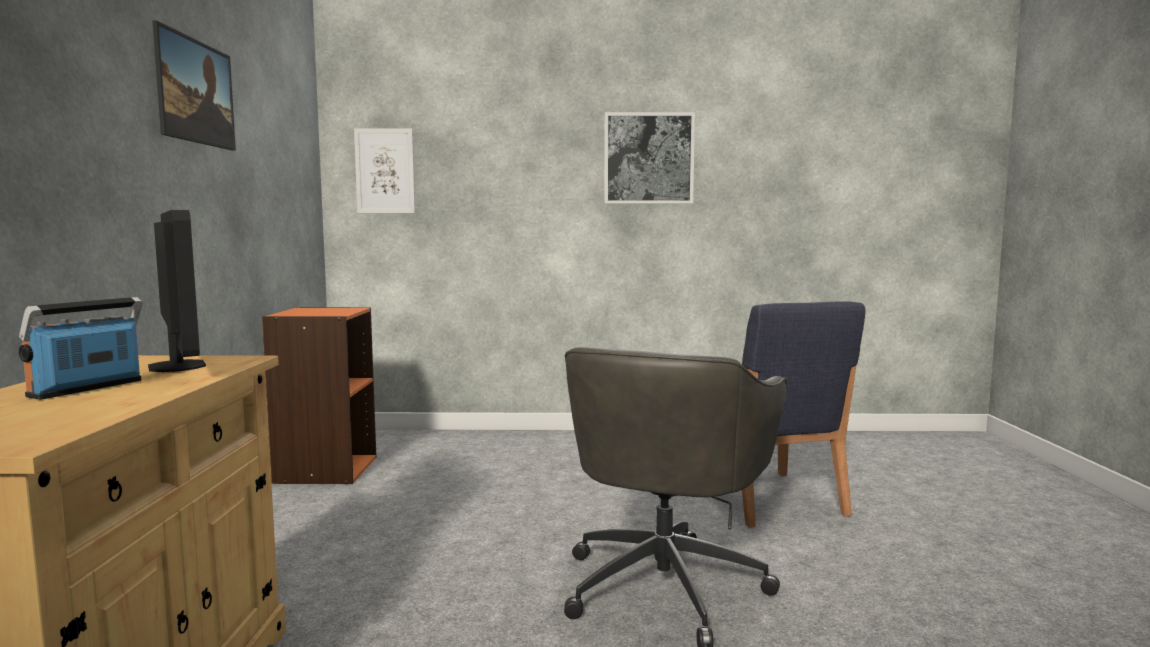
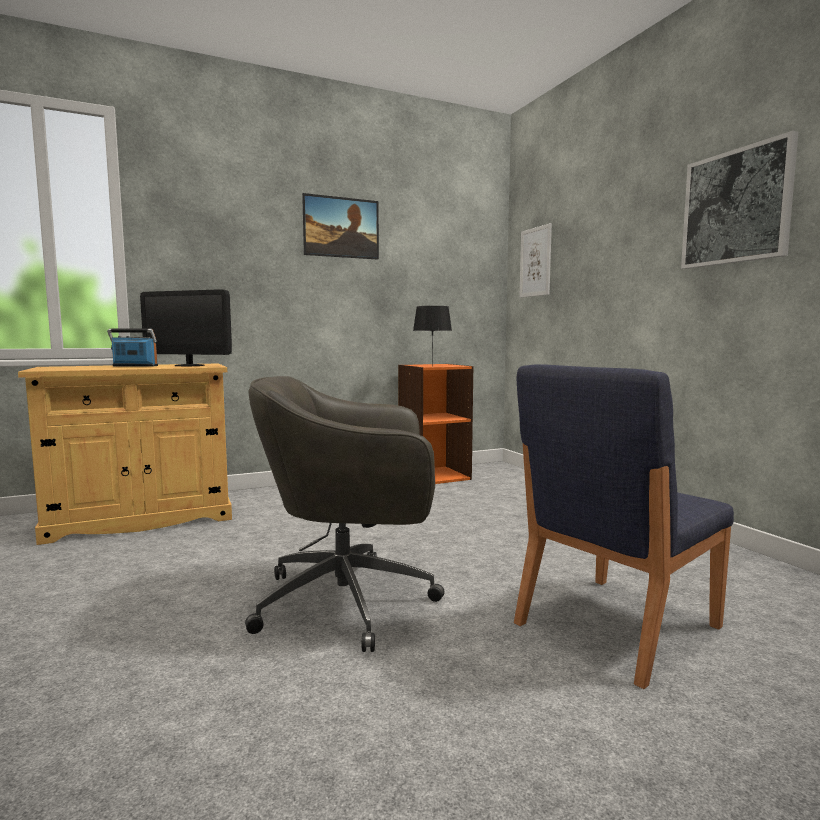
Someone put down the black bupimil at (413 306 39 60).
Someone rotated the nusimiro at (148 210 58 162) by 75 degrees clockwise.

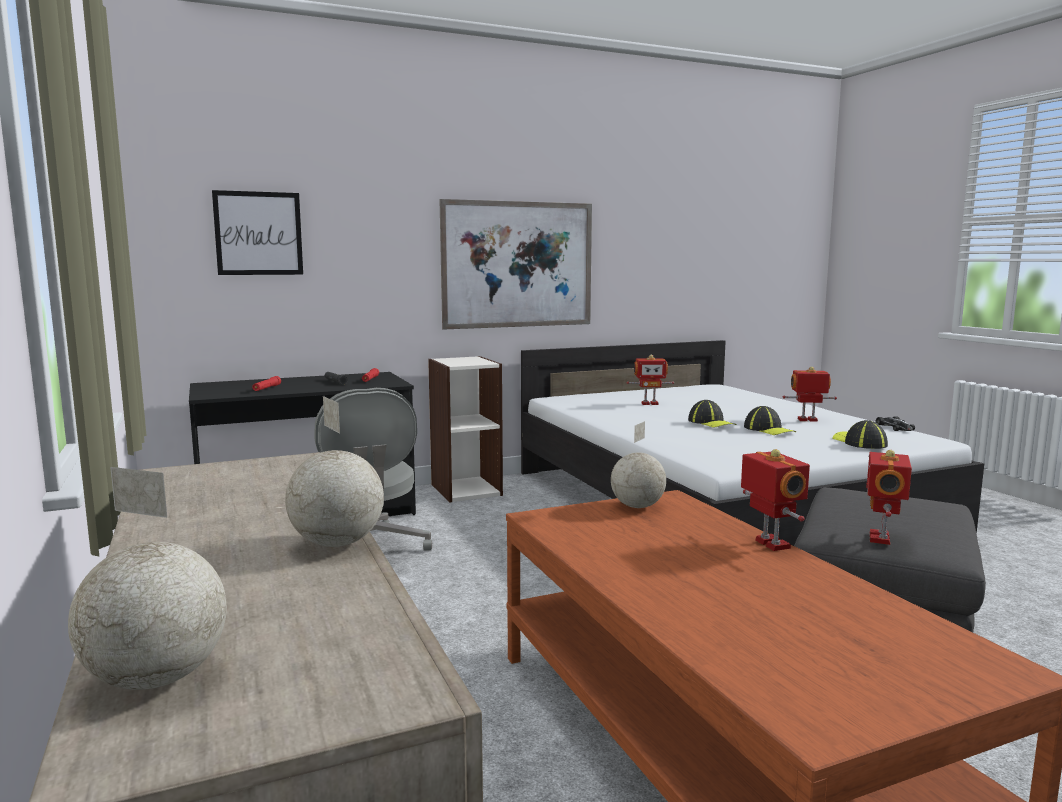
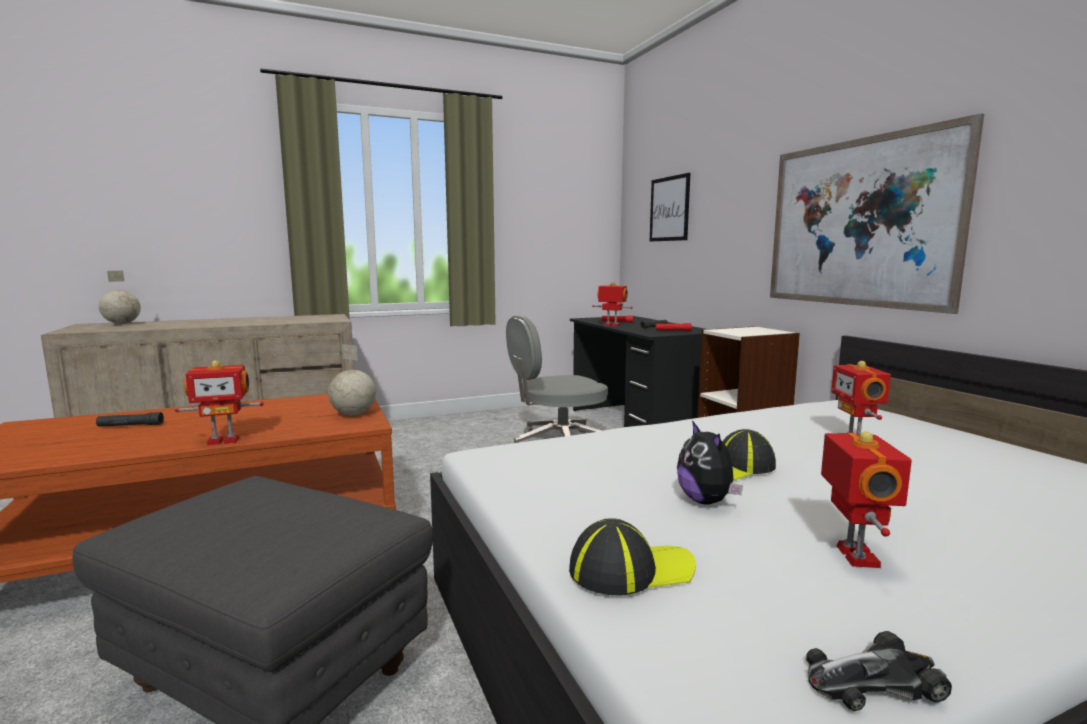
Someone took away the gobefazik at (285 396 99 151).
Someone put down the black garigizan at (96 412 68 14).
Someone carried the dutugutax from (866 450 46 95) to (592 281 41 45).
Someone swapped the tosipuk at (744 406 52 29) for the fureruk at (677 421 66 84).

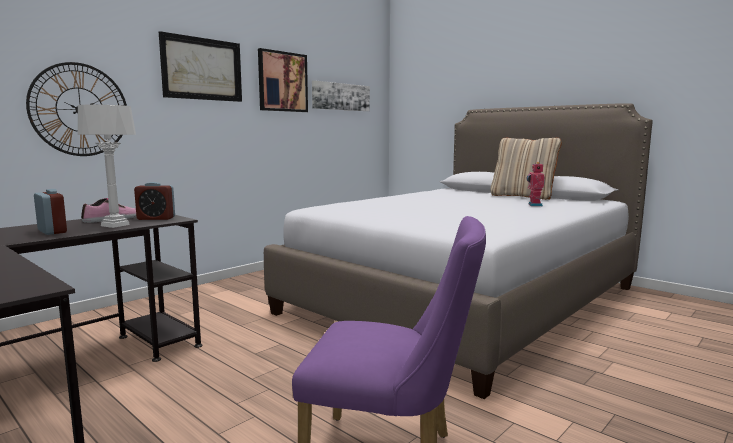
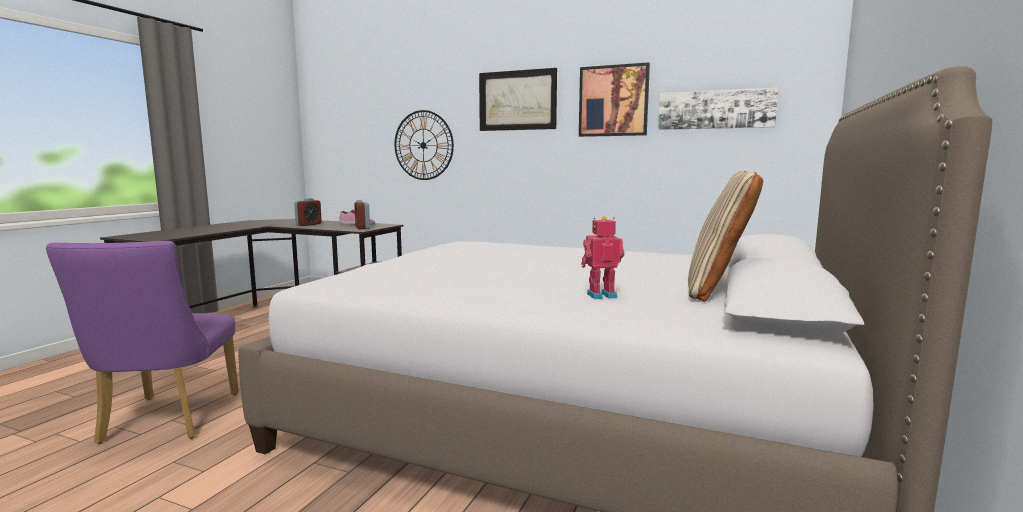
Someone took away the grey bupimil at (78 105 58 123).

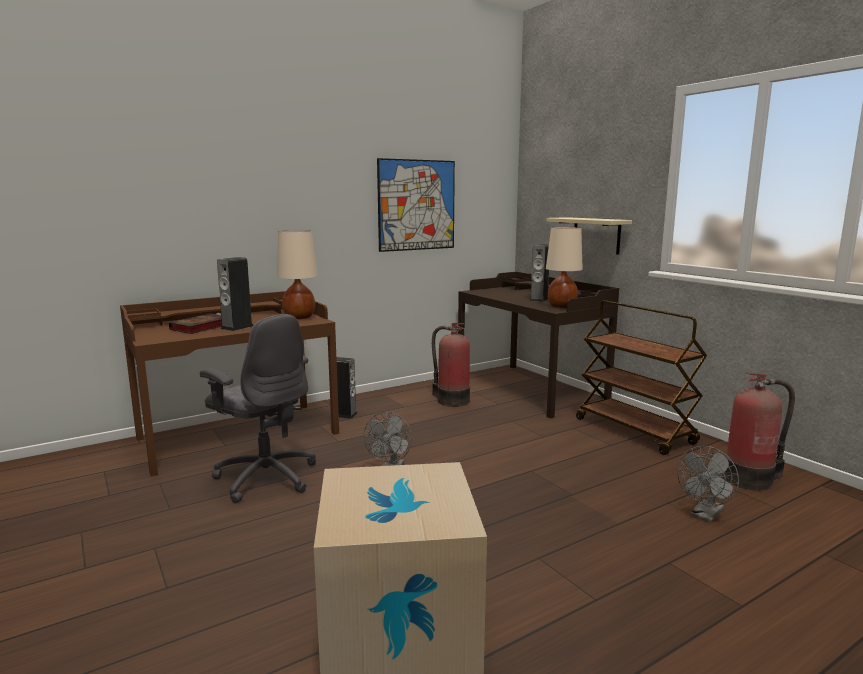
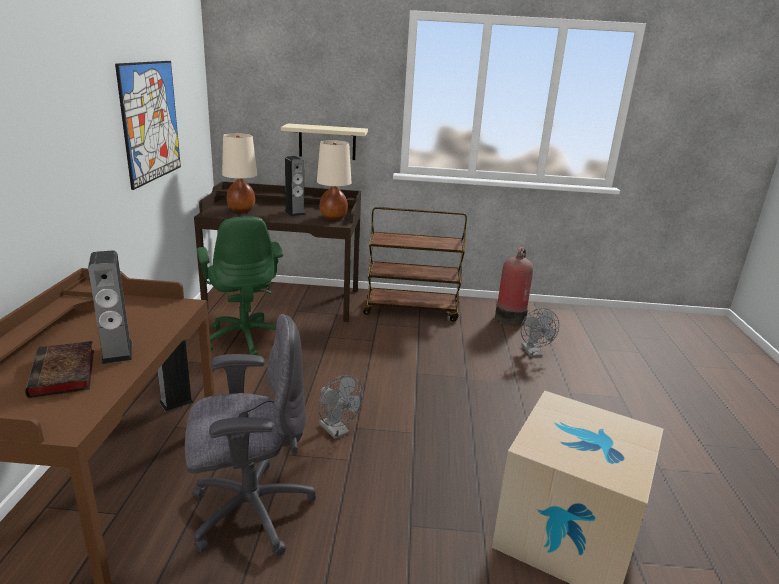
Someone carried the beige bupimil from (277 230 40 89) to (222 133 35 79).
Someone swapped the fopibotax at (432 323 38 84) for the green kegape at (197 216 86 139).

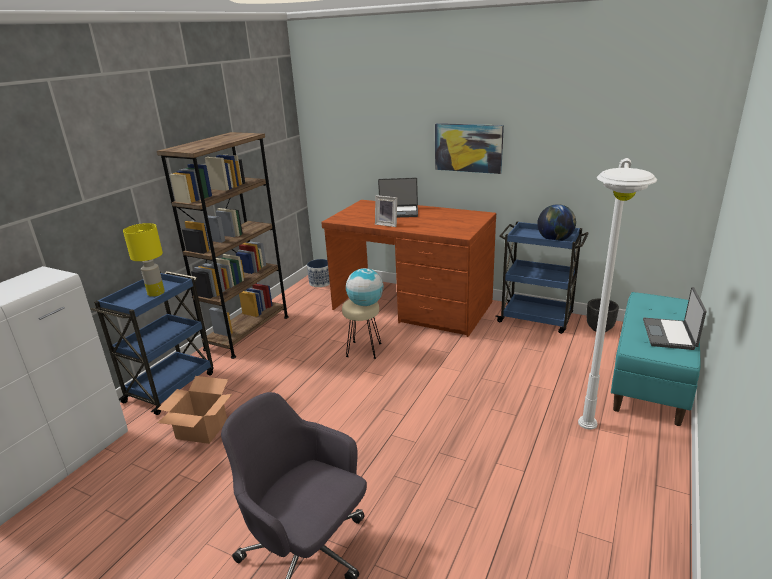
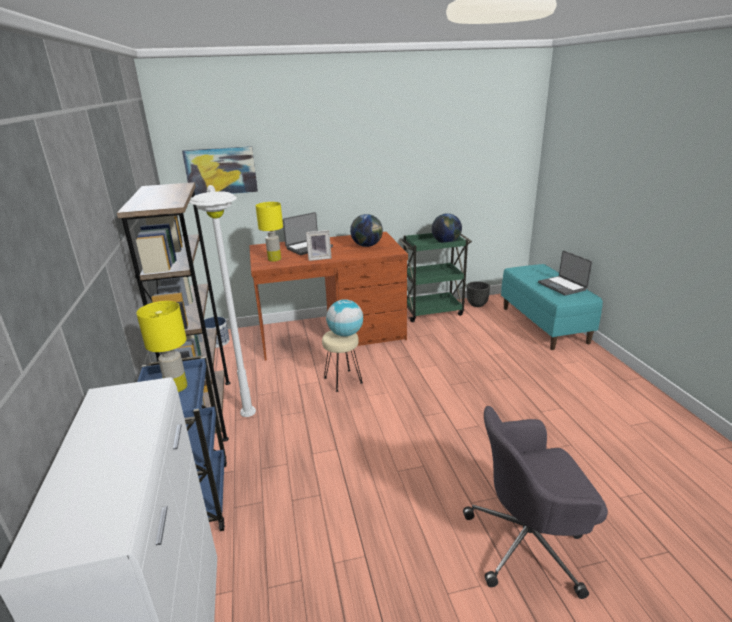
Someone took away the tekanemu at (157 376 75 68).
Someone put down the yellow bupimil at (256 202 27 60).
Someone put down the gobefazik at (350 214 33 33).
Someone carried the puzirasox from (435 123 69 51) to (182 146 76 49).
Someone carried the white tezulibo from (578 158 79 272) to (189 185 67 232).
Someone repainted the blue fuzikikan at (495 221 94 113), which became the green fuzikikan at (399 233 73 89).

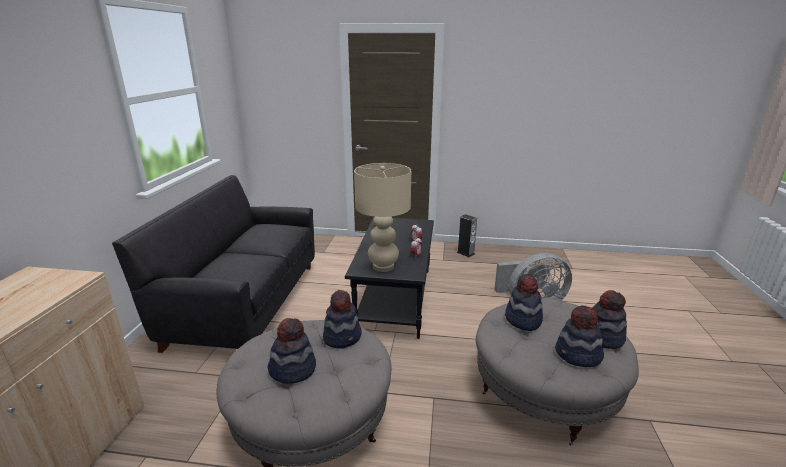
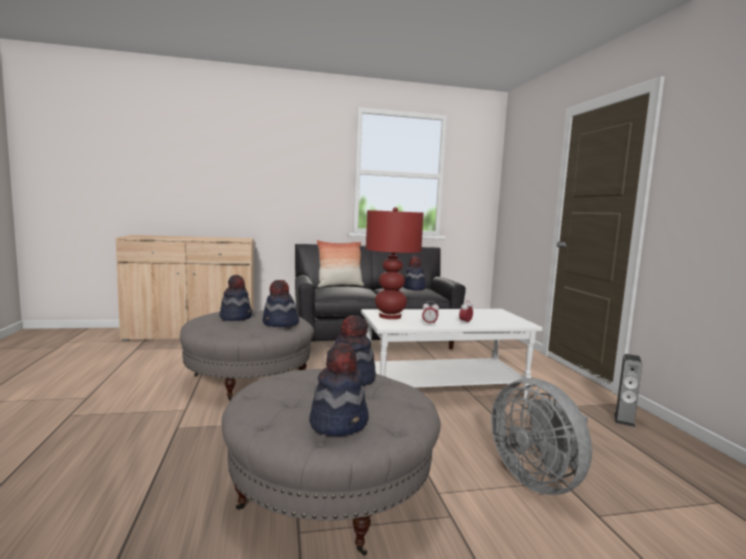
Someone put down the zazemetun at (317 240 47 47).
Someone carried the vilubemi from (555 305 49 62) to (403 256 23 34).
Someone repainted the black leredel at (345 217 89 122), which became the white leredel at (361 309 182 90).
Someone repainted the beige bupimil at (354 163 57 109), which became the red bupimil at (366 207 58 112).

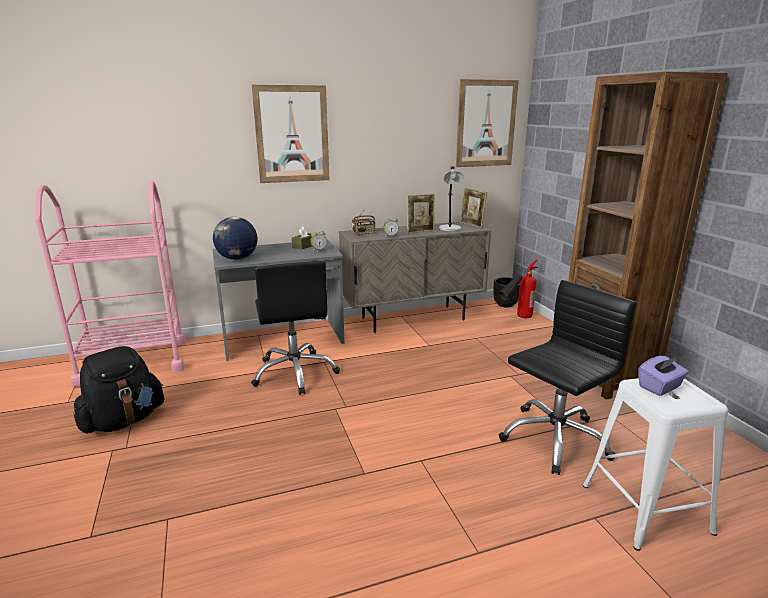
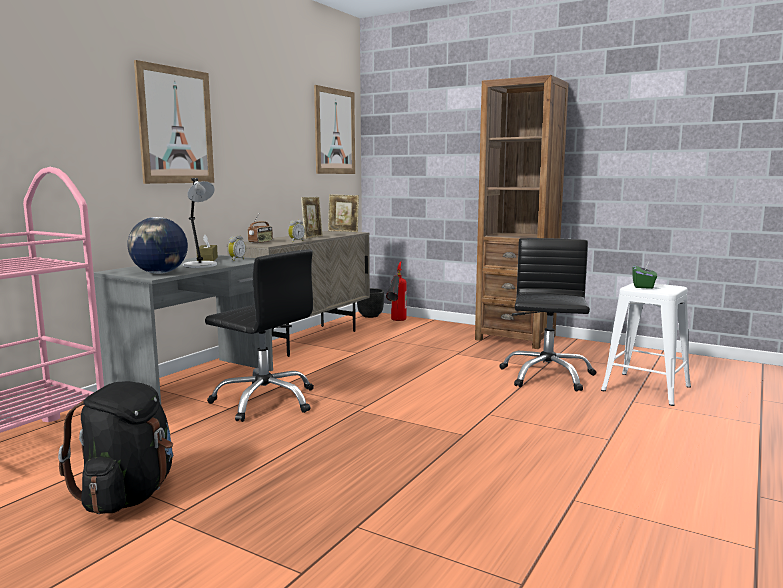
Someone carried the grey bupimil from (438 167 25 64) to (183 178 34 90).
Someone repainted the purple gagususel at (639 356 50 40), which became the green gagususel at (633 261 24 28).

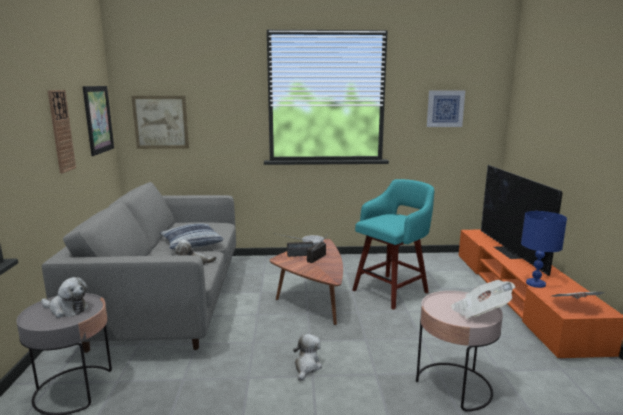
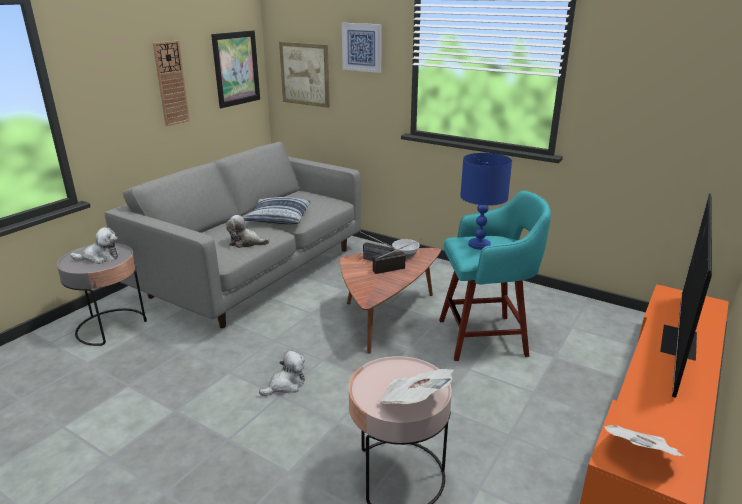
Someone carried the puzirasox from (427 90 38 37) to (342 23 40 50).
Someone carried the blue bupimil from (521 211 46 77) to (460 153 52 97).
Someone rotated the fureruk at (41 277 48 41) by 60 degrees counterclockwise.

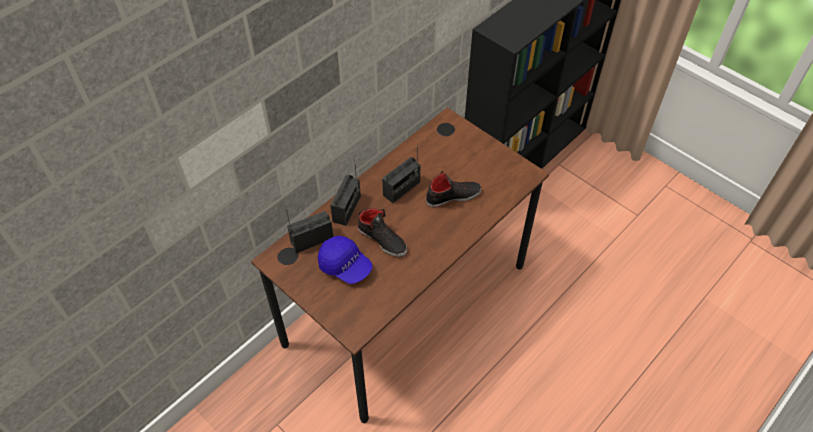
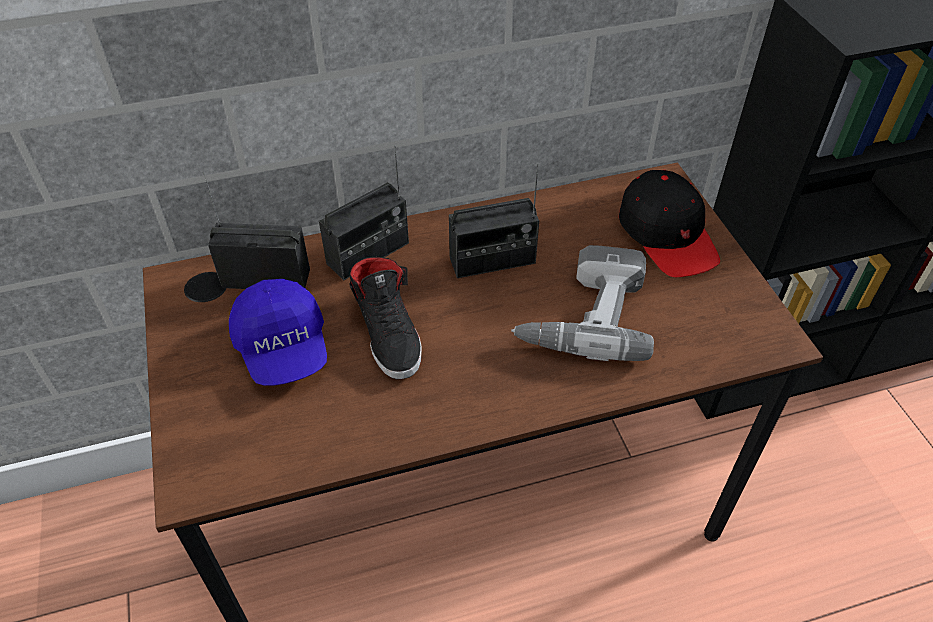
Someone put down the black tosipuk at (619 170 101 107).
Someone swapped the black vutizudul at (426 171 56 37) for the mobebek at (511 245 143 116).

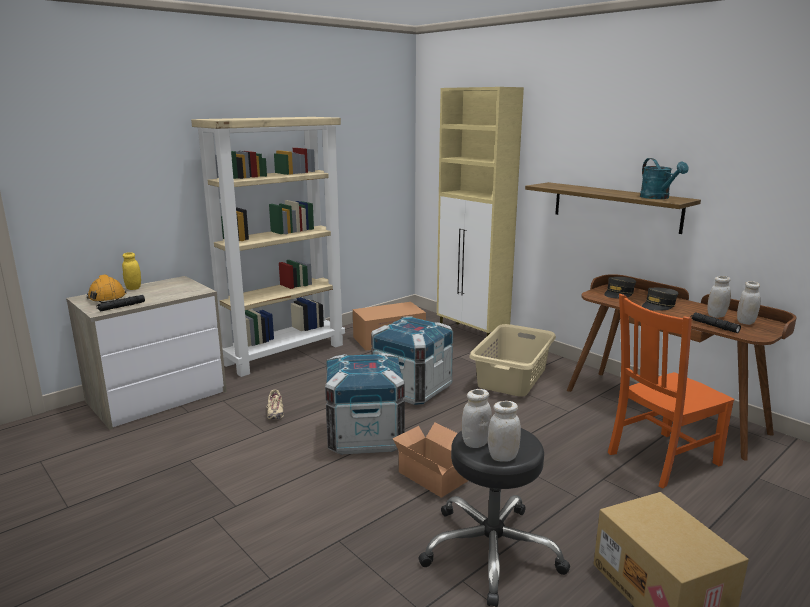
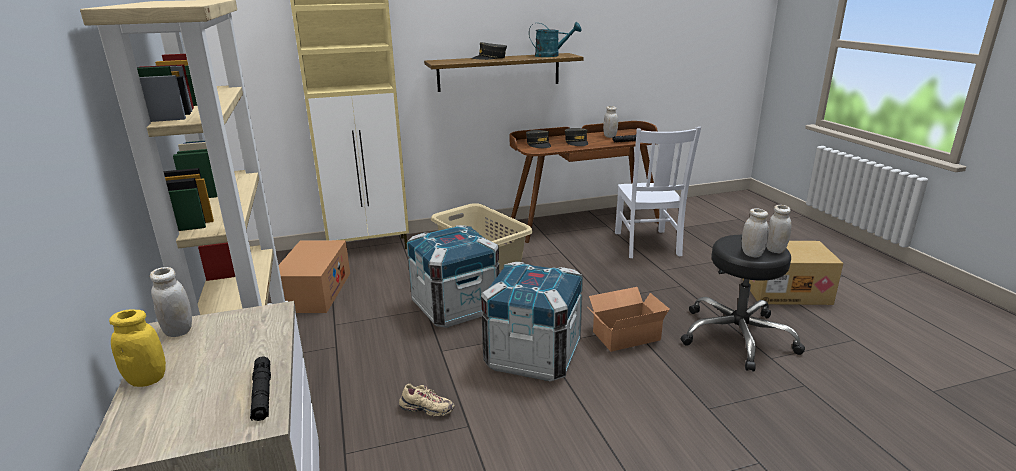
Someone took away the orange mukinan at (87 275 39 28).
Someone put down the grey tosipuk at (472 42 35 18).
Someone carried the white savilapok from (737 281 24 44) to (150 267 42 70).
Someone repainted the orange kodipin at (608 294 126 195), which became the white kodipin at (615 127 86 131).

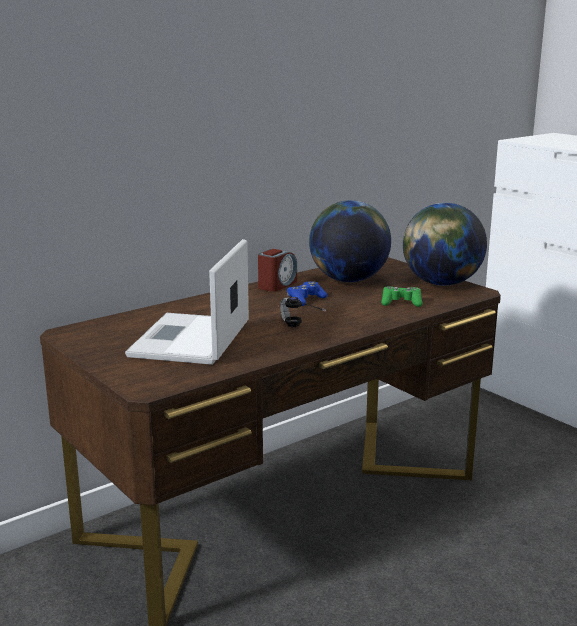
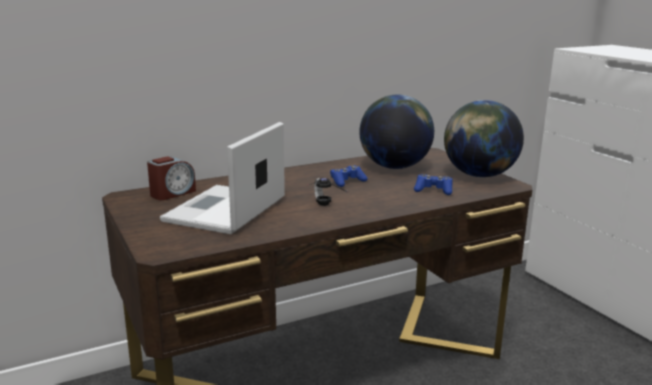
Someone carried the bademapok from (258 249 39 43) to (147 156 49 44).
Someone repainted the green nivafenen at (381 286 42 21), which became the blue nivafenen at (414 174 38 21).

